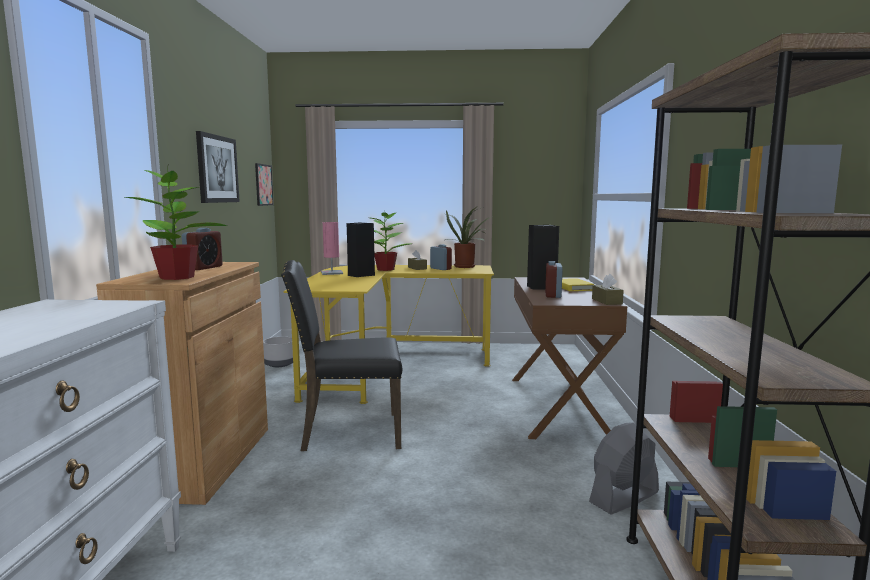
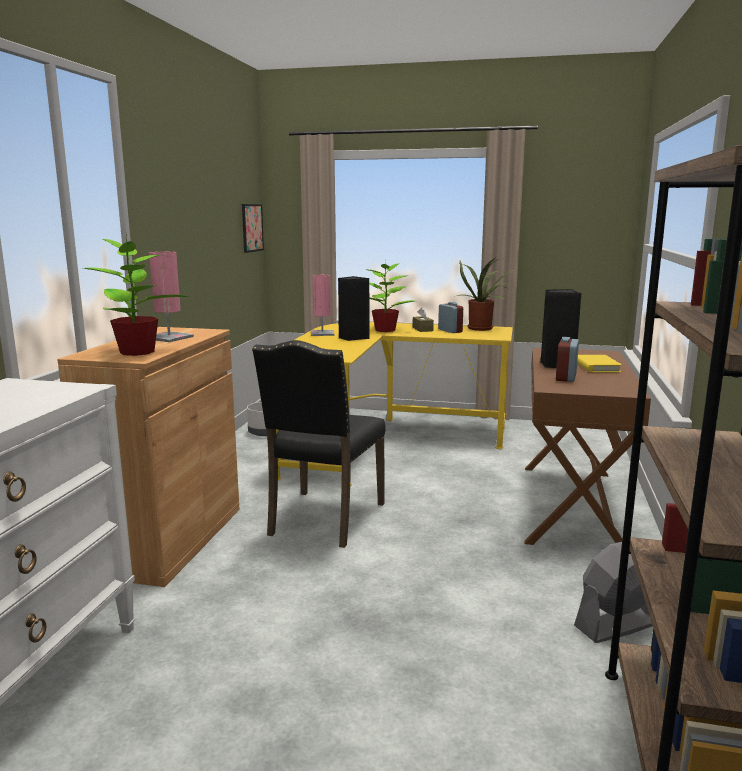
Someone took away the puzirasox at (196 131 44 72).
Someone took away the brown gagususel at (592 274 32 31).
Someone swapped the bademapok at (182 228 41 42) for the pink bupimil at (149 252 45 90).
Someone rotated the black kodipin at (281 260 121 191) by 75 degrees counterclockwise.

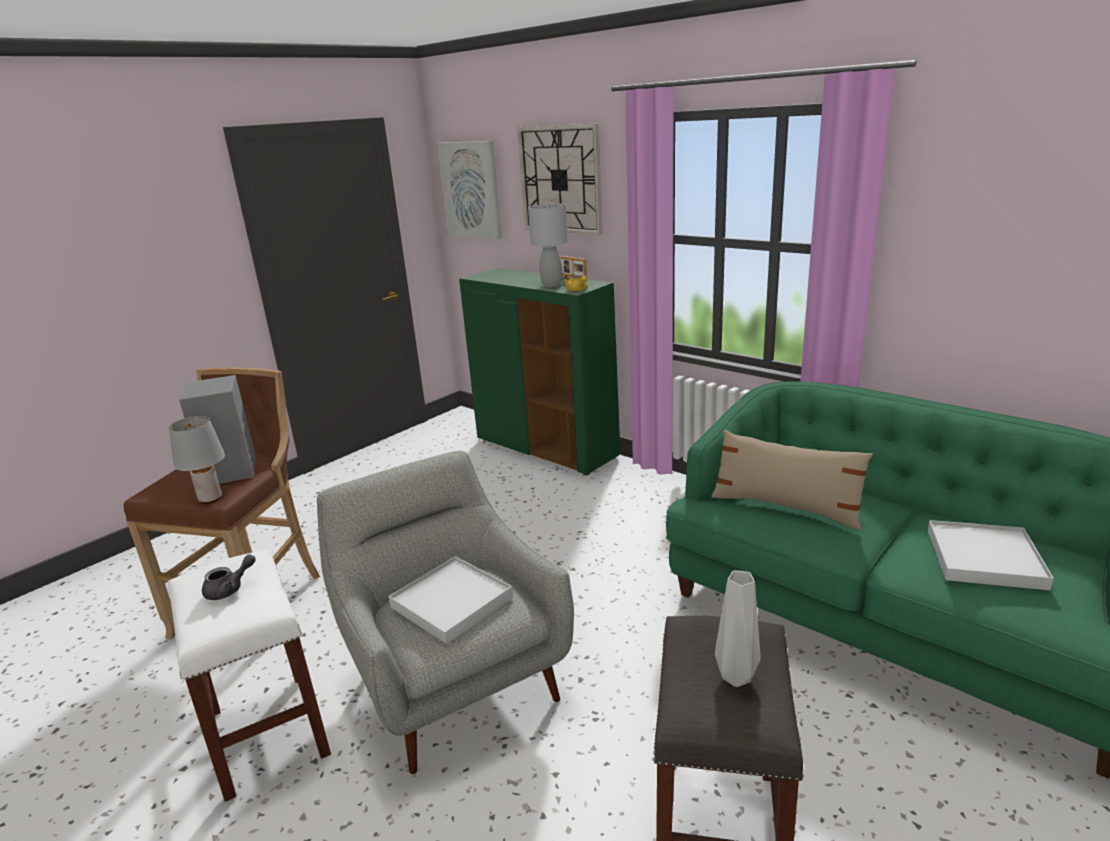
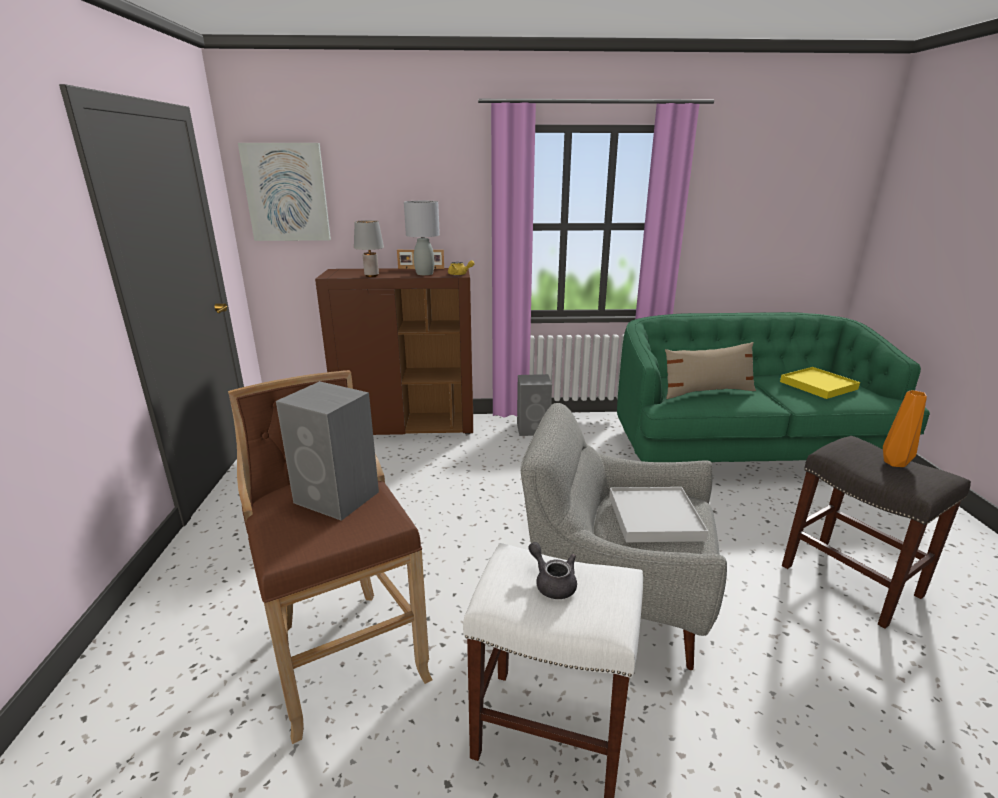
Someone took away the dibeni at (517 124 85 111).
Someone put down the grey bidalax at (517 374 35 62).
Someone carried the grey bupimil from (169 416 56 88) to (354 220 30 57).
Someone repainted the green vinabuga at (459 268 161 207), which became the brown vinabuga at (315 268 158 167).
Someone repainted the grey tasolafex at (715 571 45 116), which became the orange tasolafex at (883 390 44 77).
Someone repainted the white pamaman at (928 520 126 70), which became the yellow pamaman at (780 367 80 32).
Someone rotated the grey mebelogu at (202 554 54 46) by 45 degrees counterclockwise.

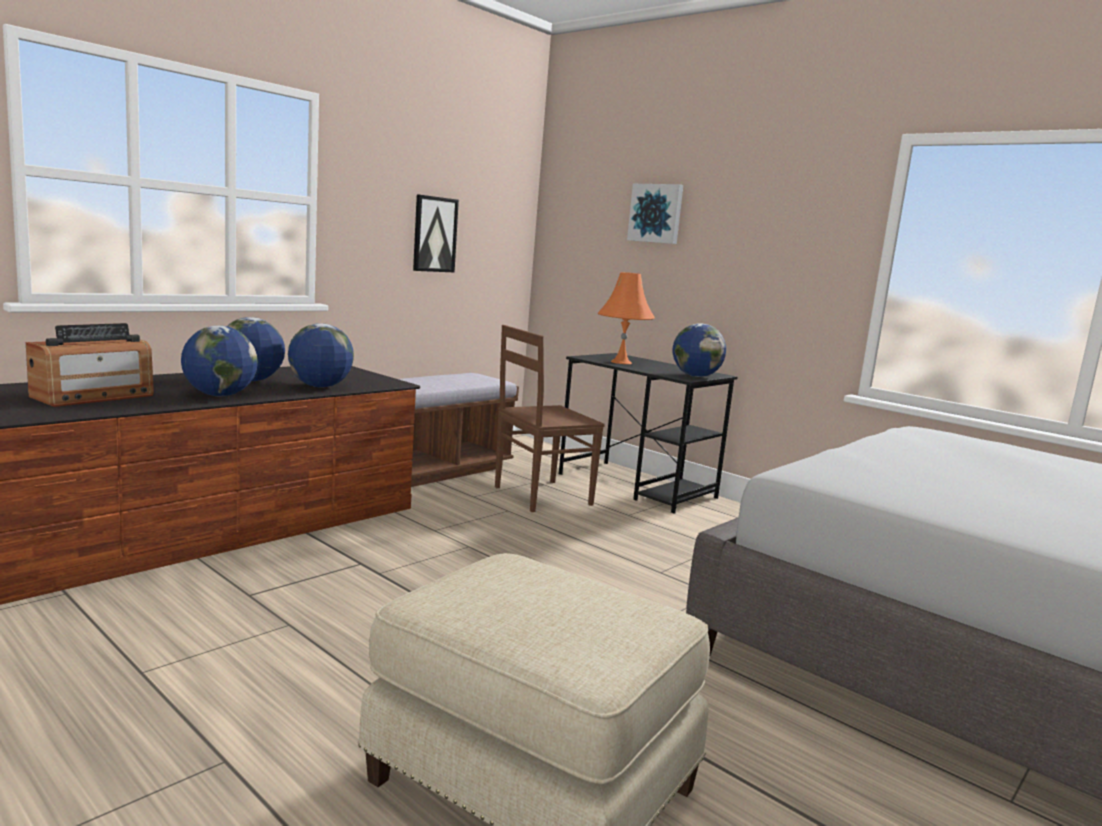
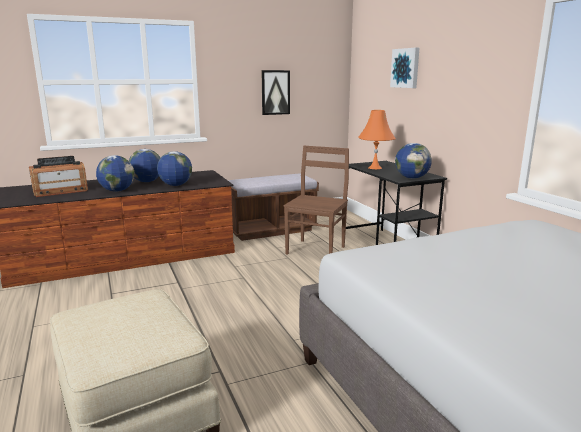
Someone rotated the brown kodipin at (495 325 110 187) by 120 degrees clockwise.

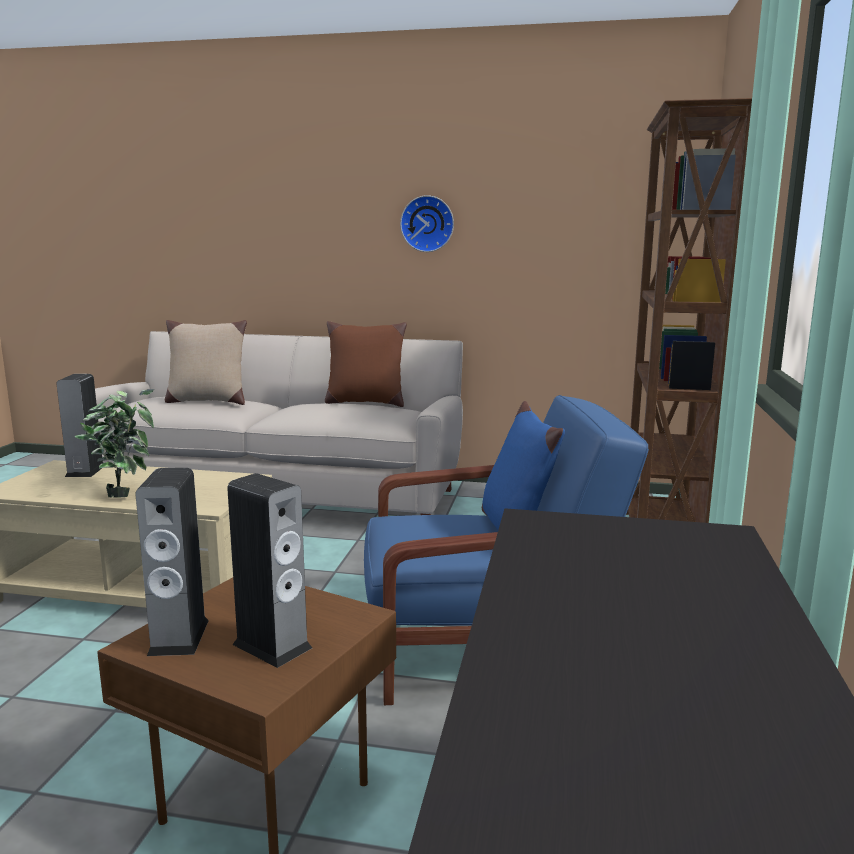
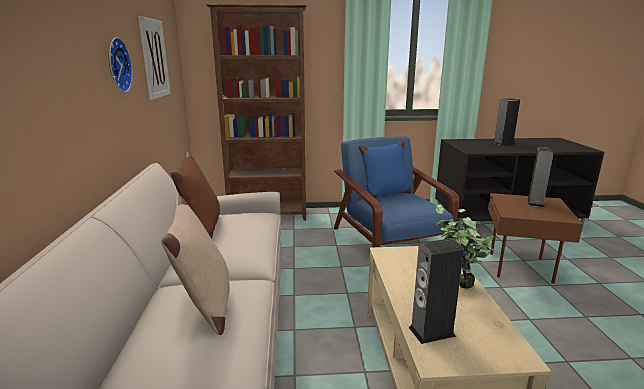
Someone put up the puzirasox at (138 16 33 84).
Someone carried the bidalax from (135 468 74 188) to (493 98 27 47).

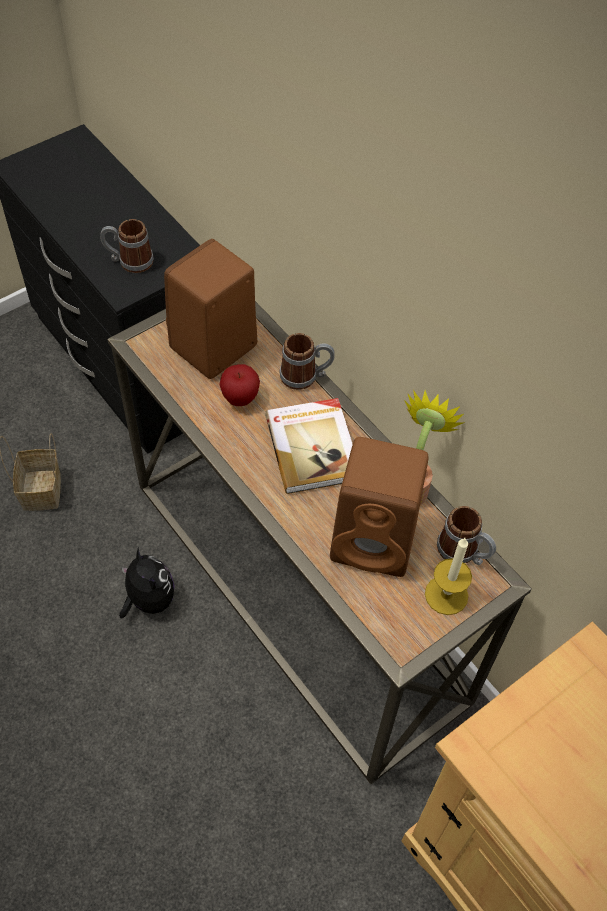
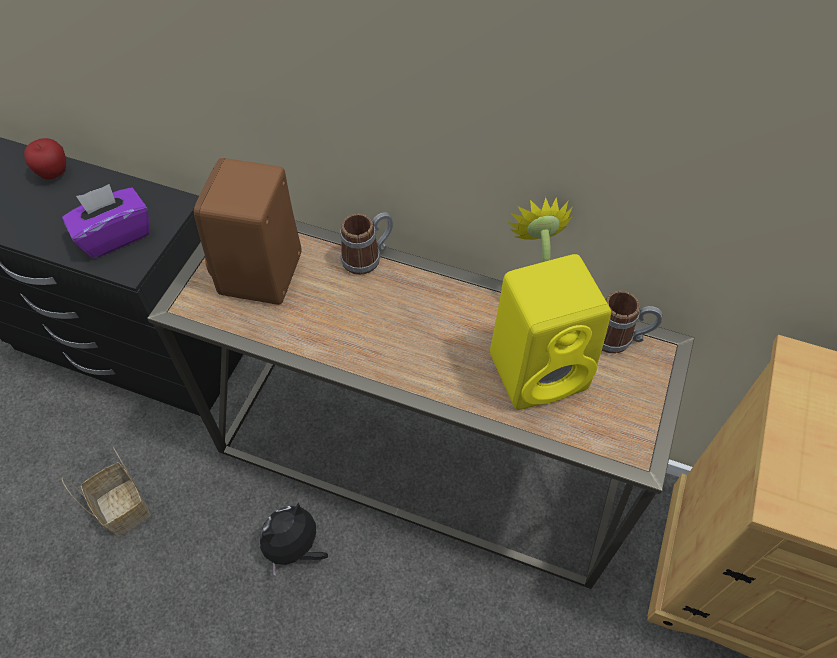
Someone took away the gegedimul at (265 398 88 96).
Someone took away the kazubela at (425 538 47 77).
Someone carried the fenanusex from (219 364 41 42) to (24 138 42 42).
Someone swapped the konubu at (100 219 54 54) for the purple gagususel at (62 184 87 74).
Someone repainted the brown bidalax at (330 437 99 140), which became the yellow bidalax at (490 254 121 156).
Someone rotated the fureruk at (119 547 56 72) by 75 degrees counterclockwise.

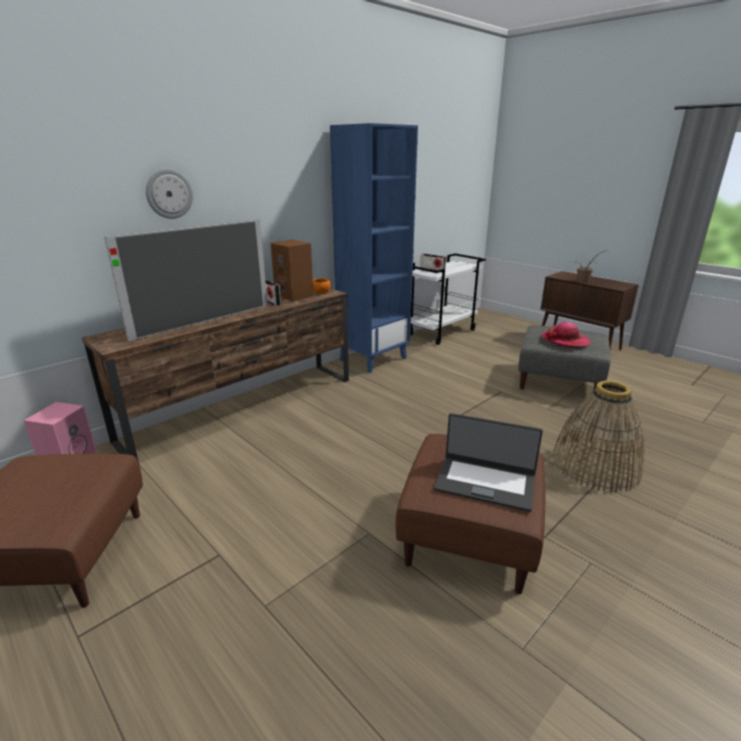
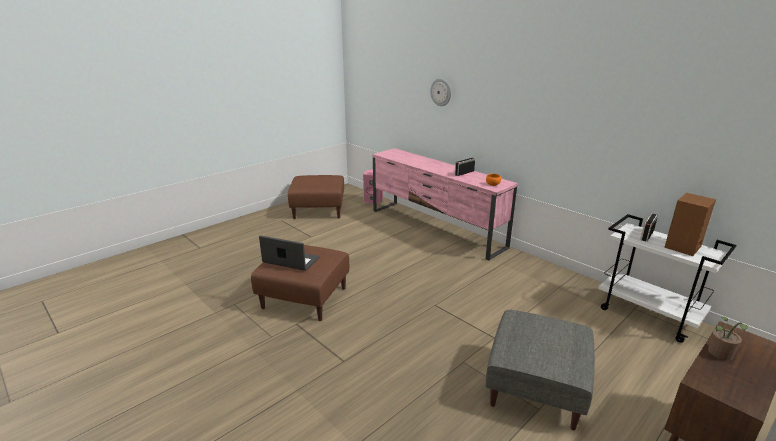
Someone took away the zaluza at (104 219 164 122).
Someone took away the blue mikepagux at (330 123 88 250).
Someone took away the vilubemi at (542 322 49 26).
Someone took away the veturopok at (552 381 92 112).
Someone carried the brown bidalax from (271 240 43 61) to (664 193 52 63).
Someone repainted the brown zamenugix at (82 288 267 178), which became the pink zamenugix at (373 148 145 112).
Someone rotated the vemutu at (434 413 109 99) by 90 degrees clockwise.

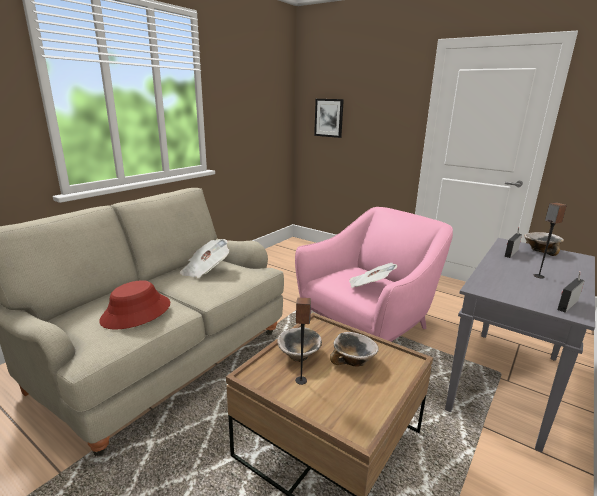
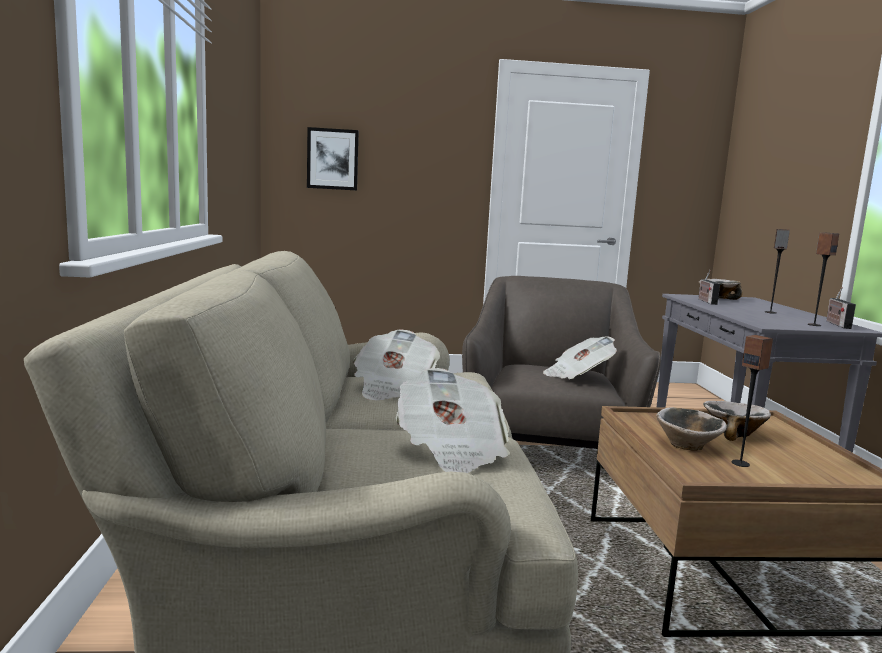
Someone put down the bidalax at (808 232 31 94).
Someone swapped the red vilubemi at (99 280 71 50) for the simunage at (396 368 114 105).
Someone repainted the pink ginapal at (295 207 158 135), which became the grey ginapal at (462 276 199 173).

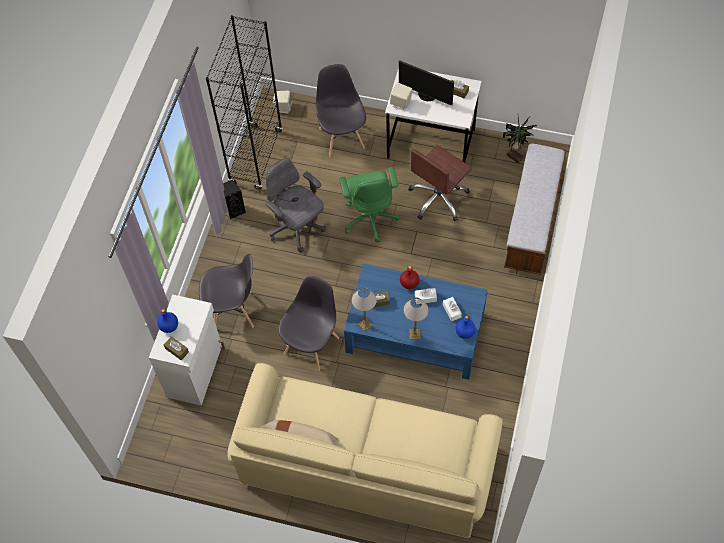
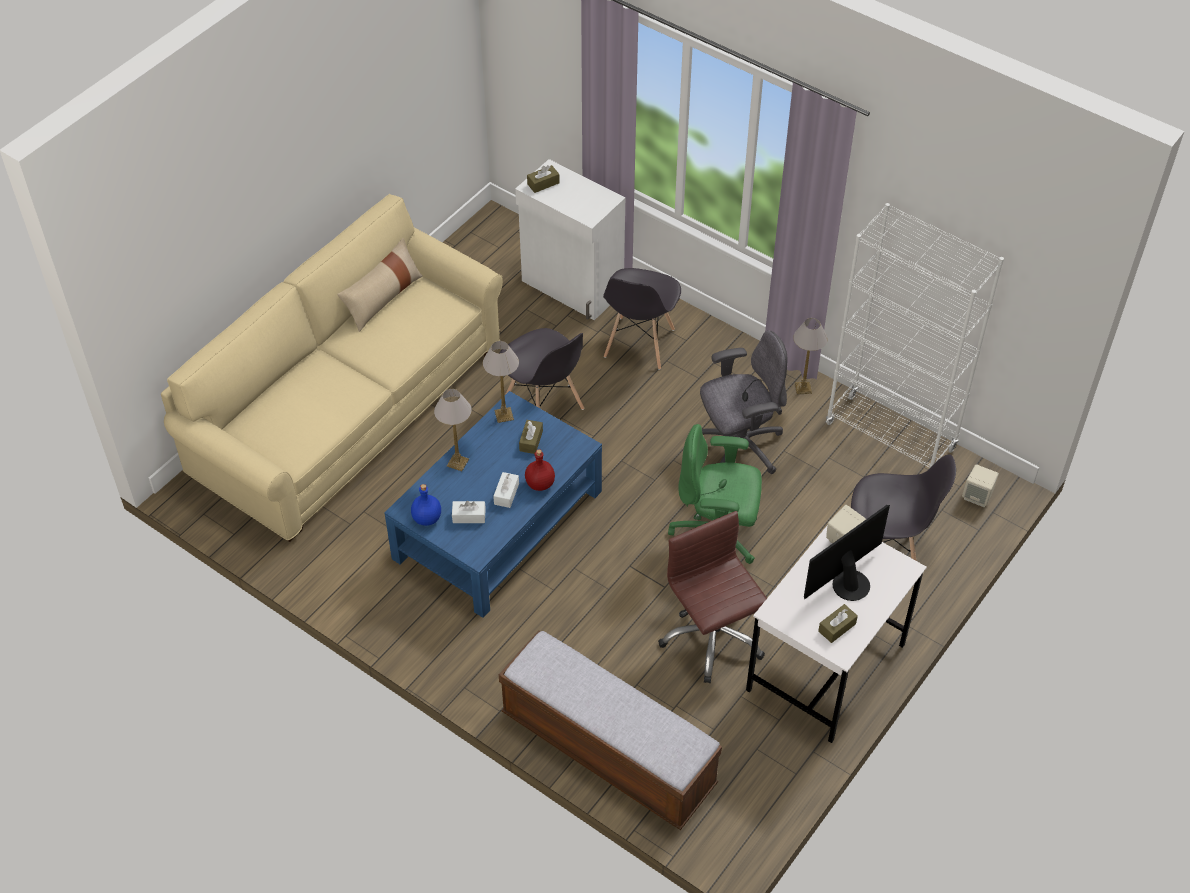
Someone took away the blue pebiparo at (157 309 21 24).
Someone took away the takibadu at (503 116 34 48).
Someone swapped the black bidalax at (223 180 23 39) for the bupimil at (793 318 34 76).
Someone repainted the black mikepagux at (206 15 77 175), which became the white mikepagux at (826 203 178 267).

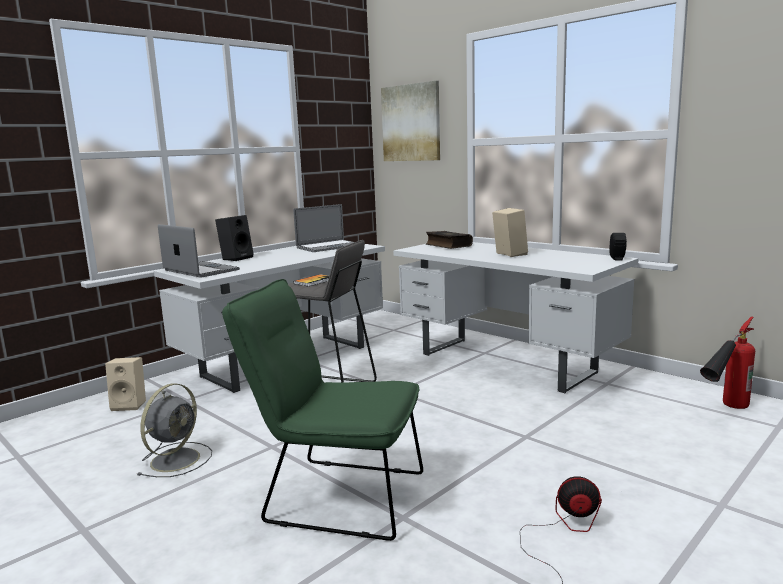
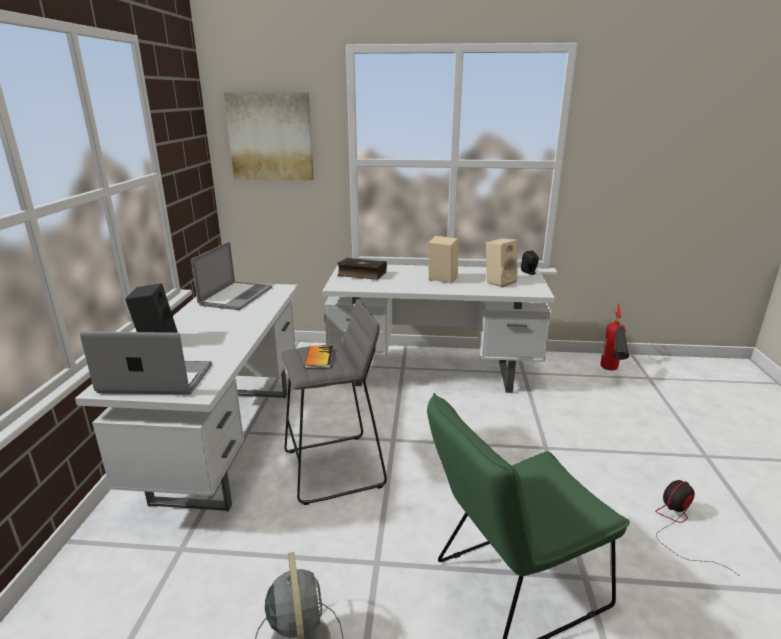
Someone carried the beige bidalax from (105 357 41 54) to (486 238 32 49).

